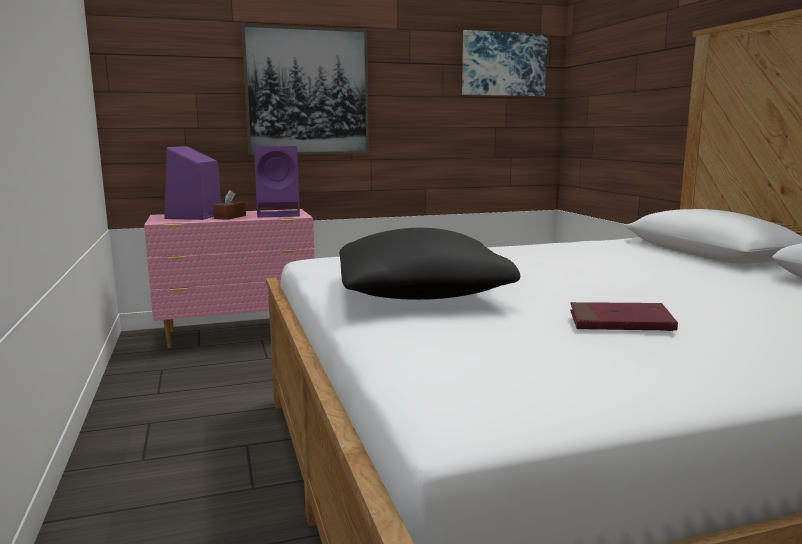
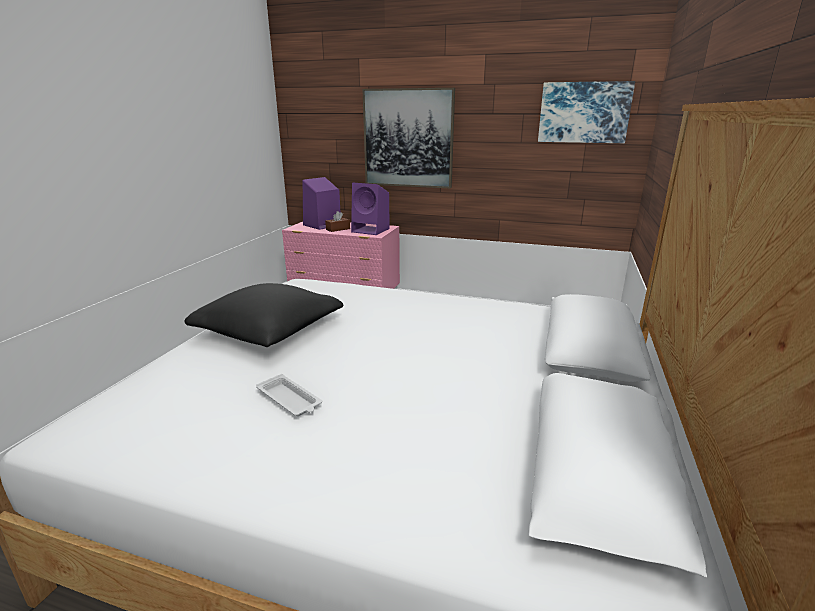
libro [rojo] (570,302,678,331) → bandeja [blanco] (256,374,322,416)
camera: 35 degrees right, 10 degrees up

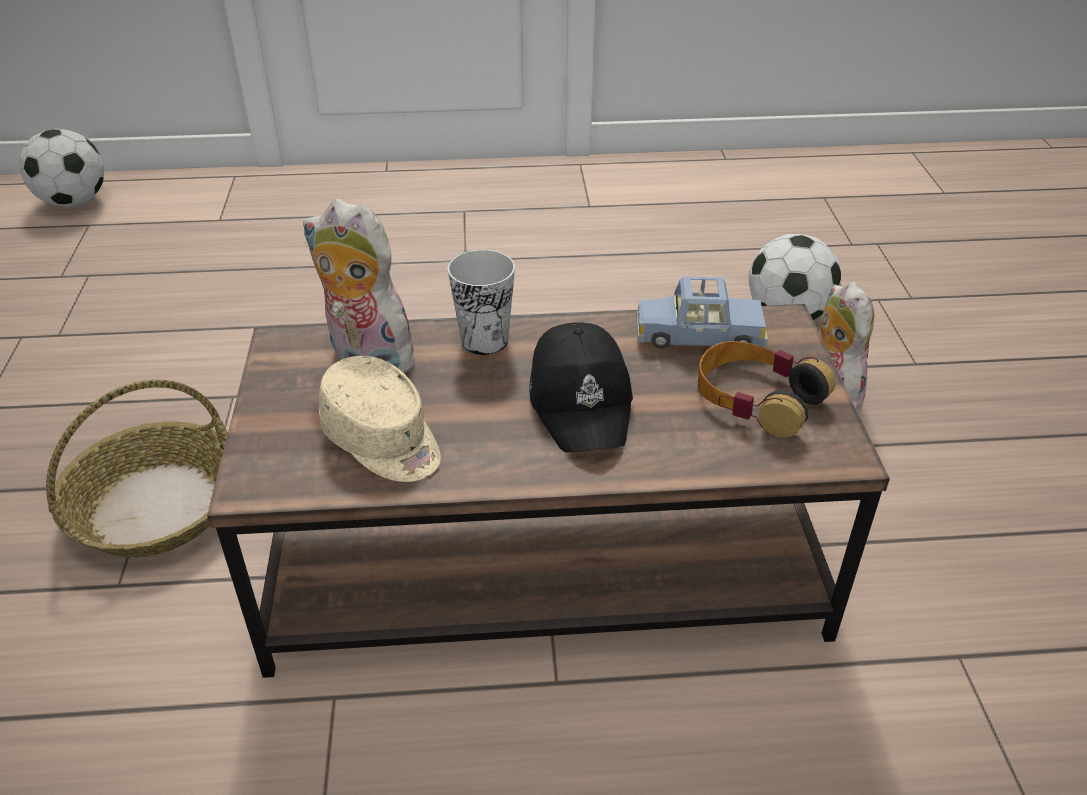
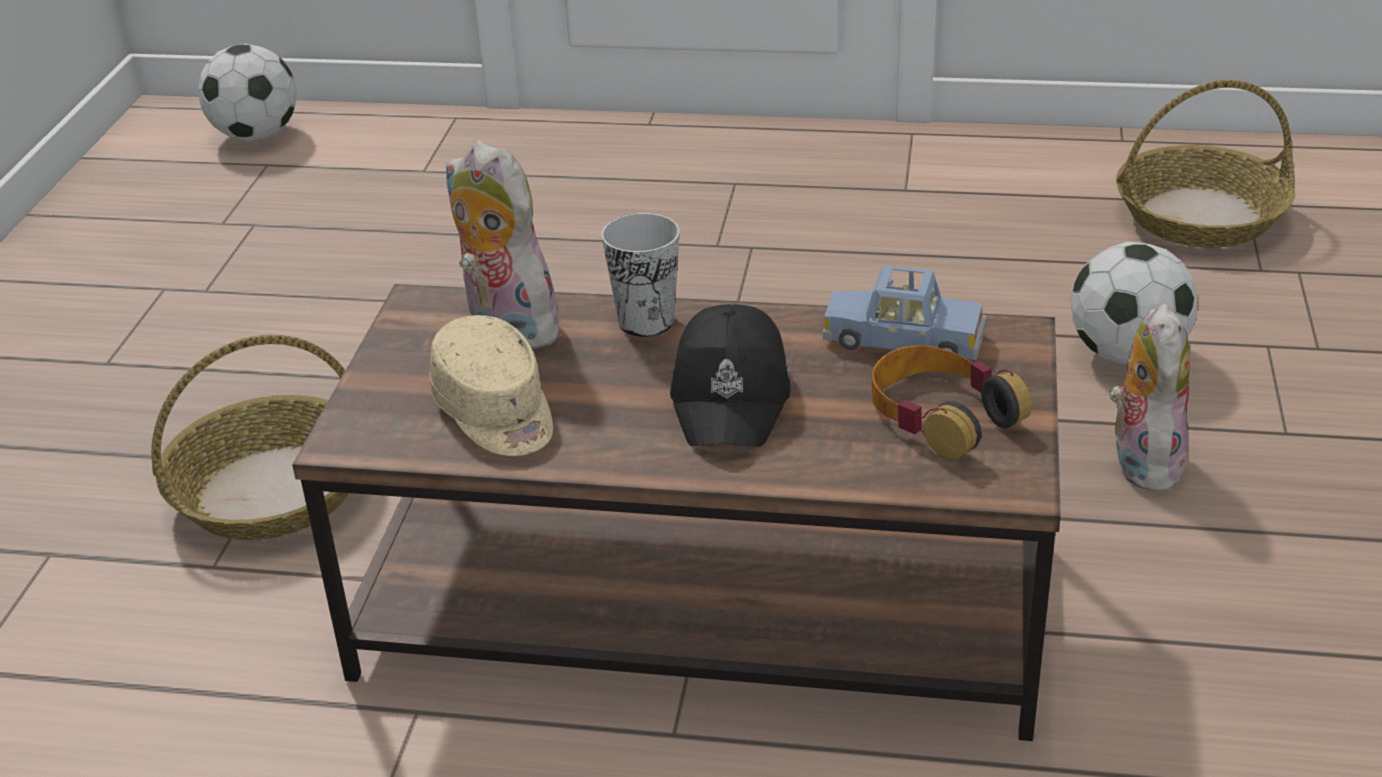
- → cesta (1116,80,1295,248)
camera: 15 degrees right, 5 degrees down

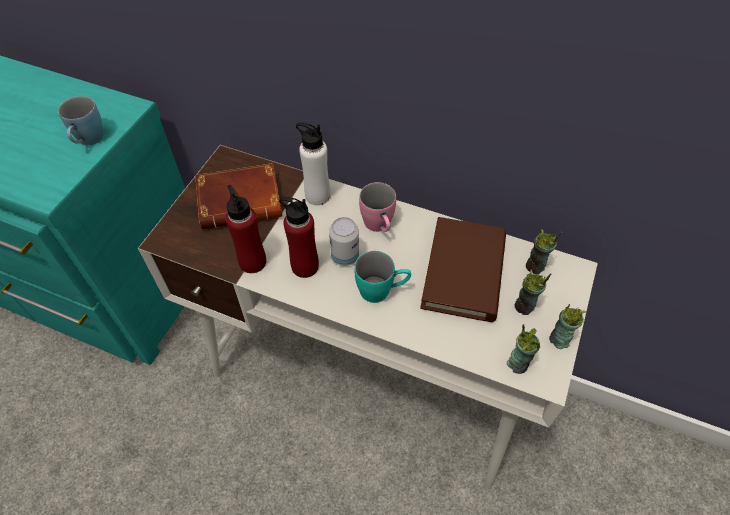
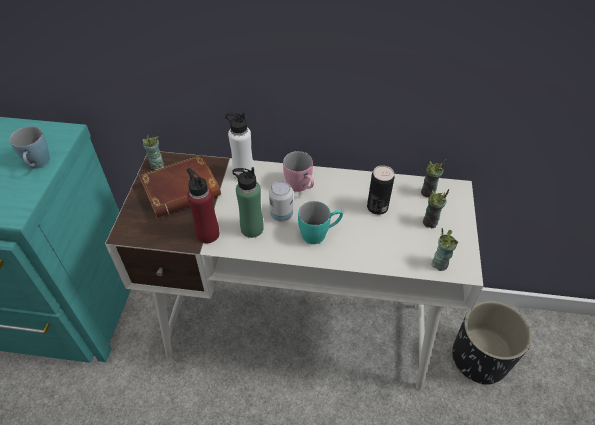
taza (549,304,586,349) → taza (142,135,164,170), relocated
botella [rojo] (279,196,319,278) → botella [verde] (232,167,264,238)
libro [marrón] (420,217,506,322) → lata (367,165,395,215)
- → maceta [negro] (452,300,532,385)
camera: 15 degrees left, 5 degrees down

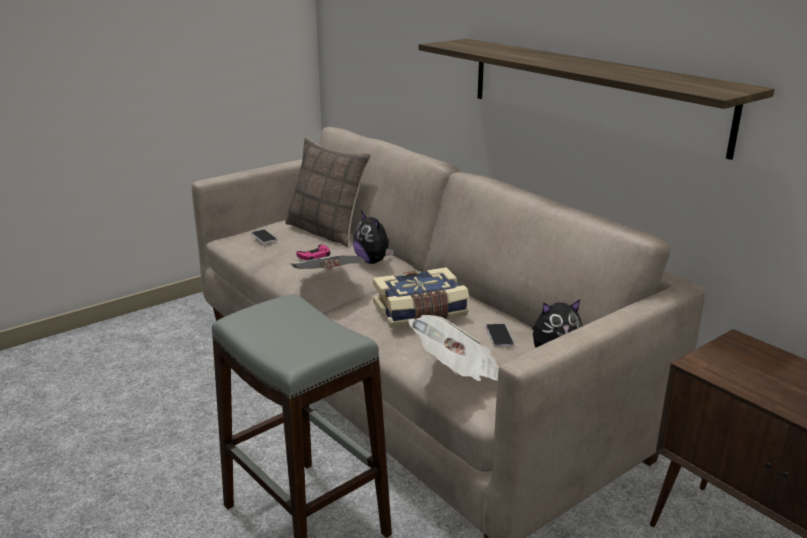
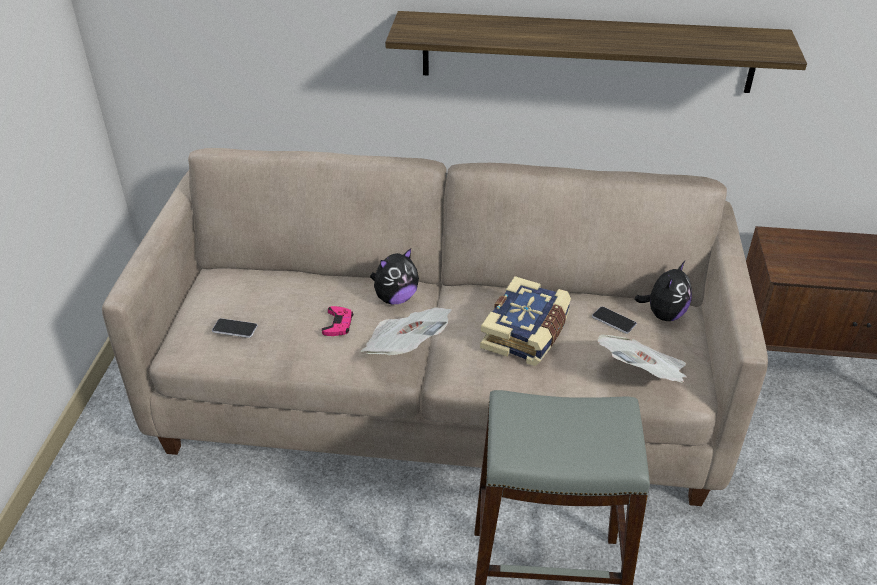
peluche (353,211,394,264) → peluche (370,248,419,304), 45 degrees counterclockwise
cojín (285,137,371,247) → -
camera: 45 degrees left, 15 degrees up

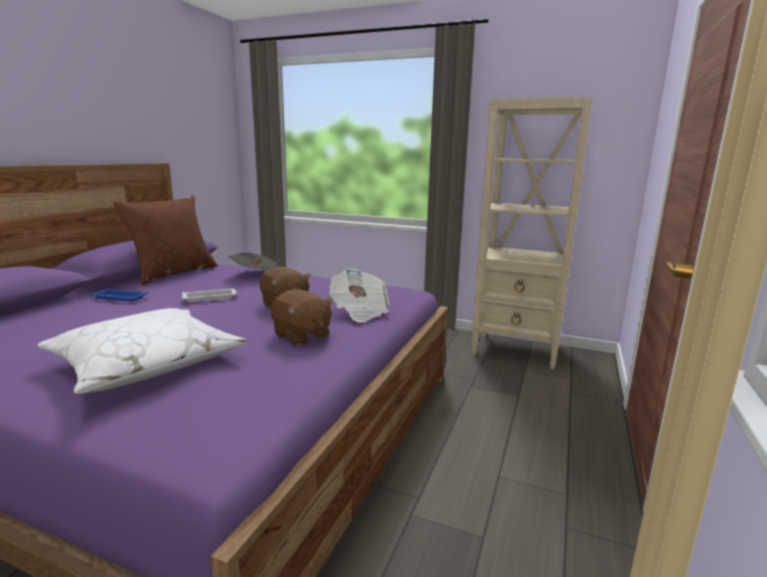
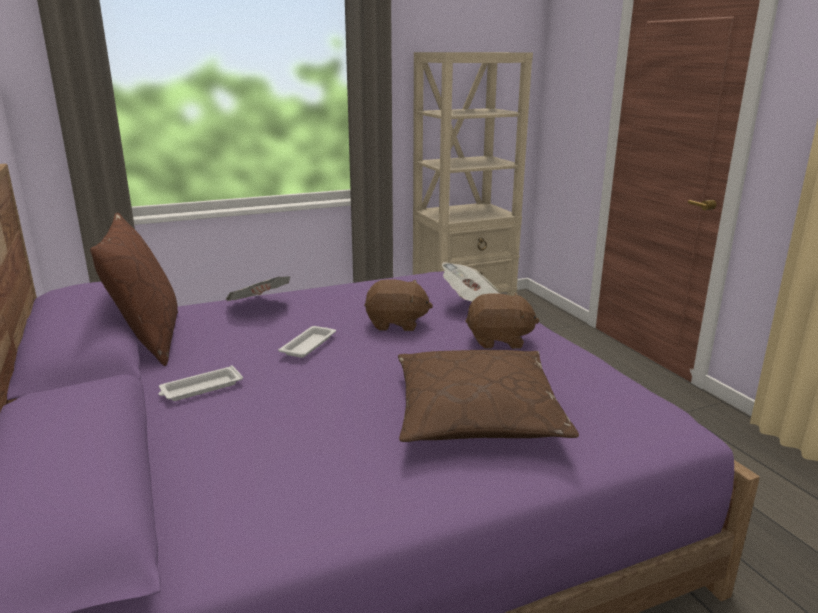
bandeja [azul] (91,289,148,302) → bandeja [blanco] (158,365,243,401)
cojín [blanco] (37,308,247,394) → cojín [marrón] (398,350,579,442)
camera: 45 degrees left, 5 degrees up

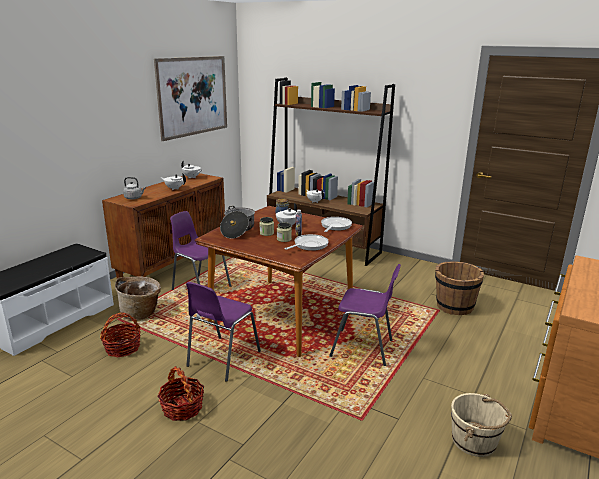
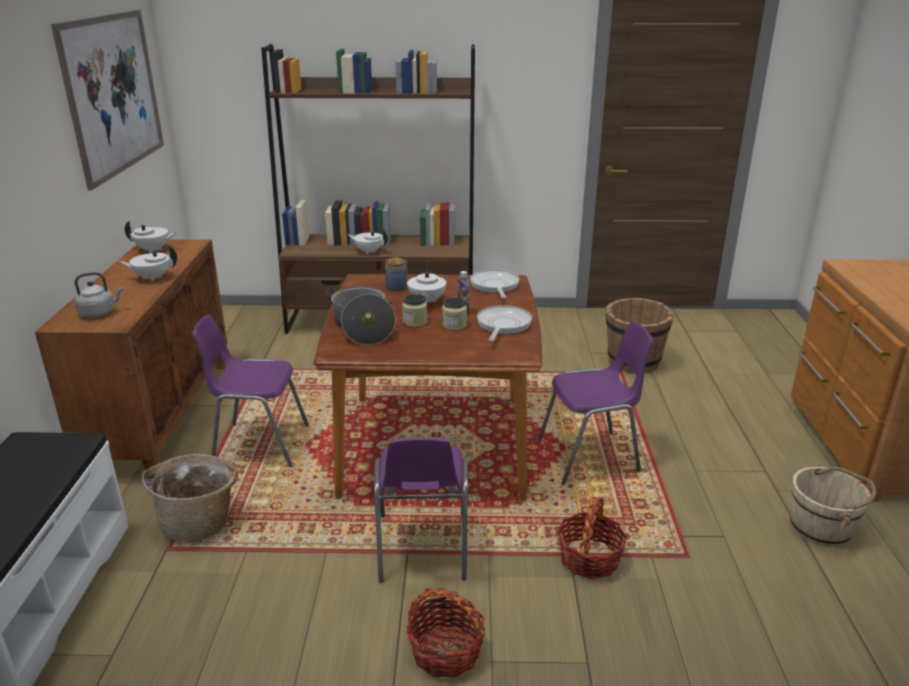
cesta (100,312,141,357) → cesta (557,497,627,579), relocated
camera: 30 degrees left, 5 degrees up

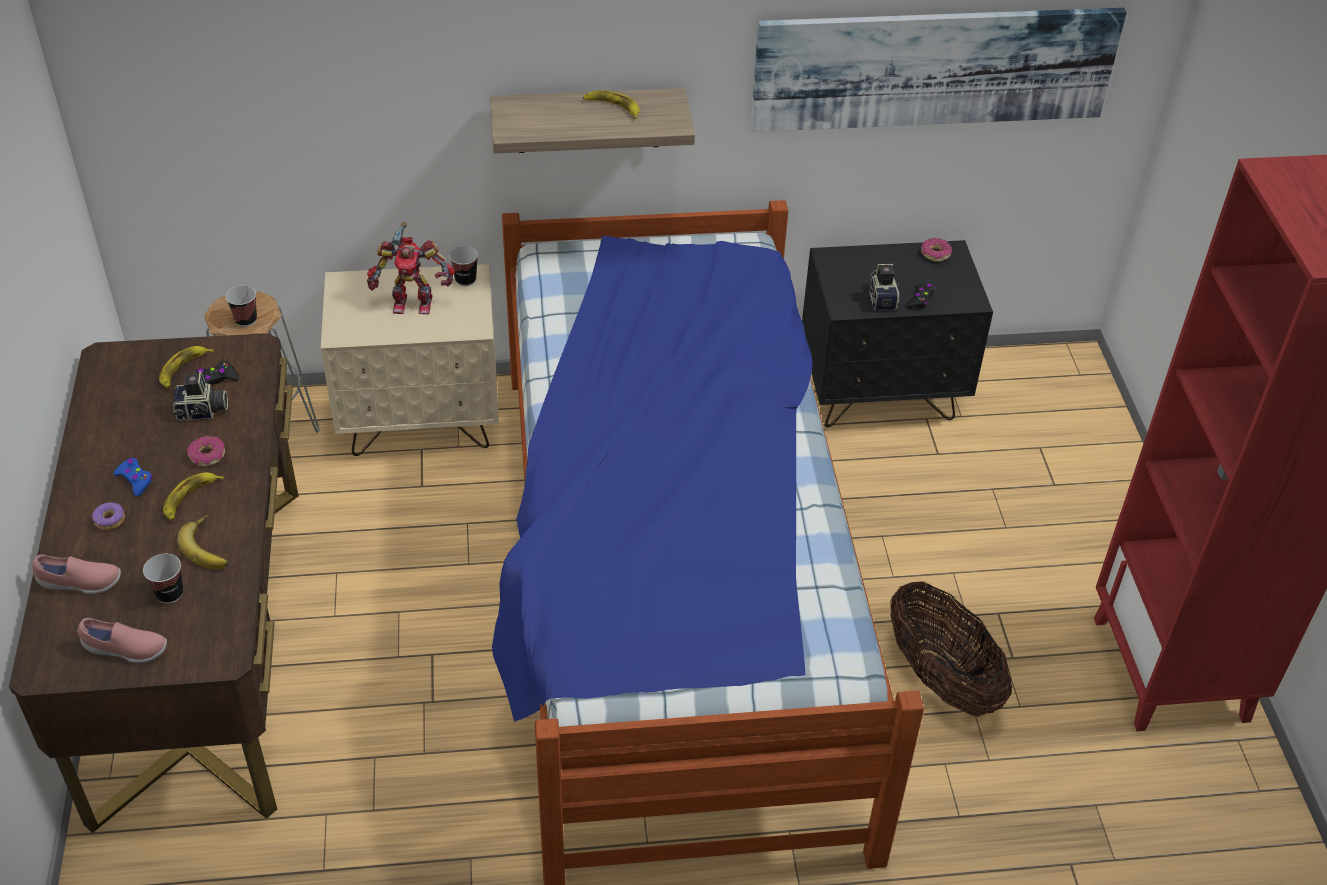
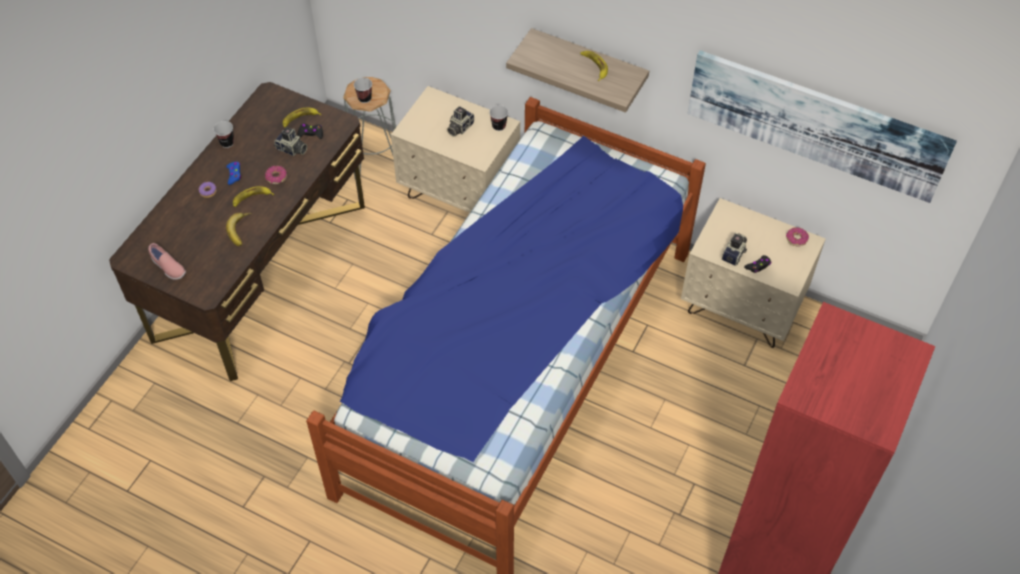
taza (143,554,183,604) → taza (213,121,234,148), relocated
robot de juguete (367,222,455,314) → cámara (447,106,474,137)
mesita de noche [negro] (802,240,993,427) → mesita de noche [beis] (681,198,826,348)
zapato [rosa] (32,555,121,594) → -
cesta (890,581,1012,717) → -
camera: 35 degrees right, 10 degrees up

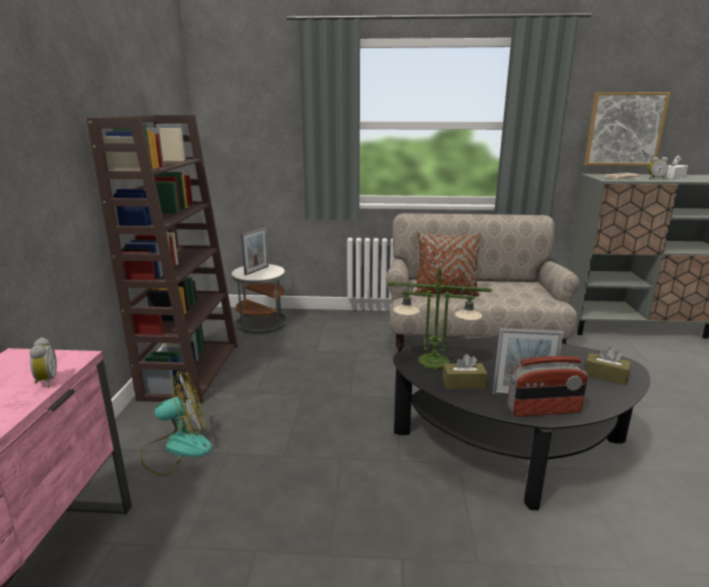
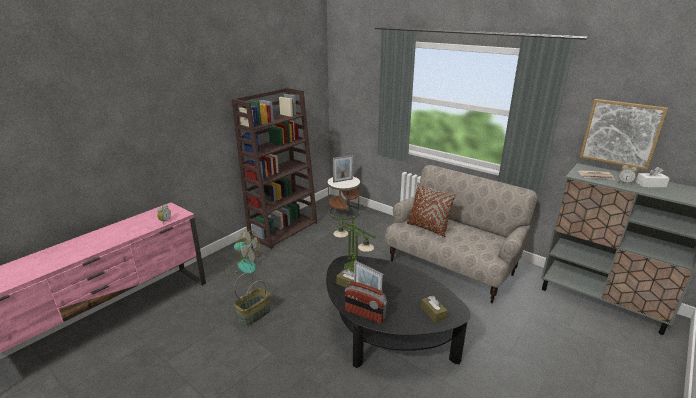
- → cesta (234,273,271,326)
camera: 35 degrees right, 5 degrees up

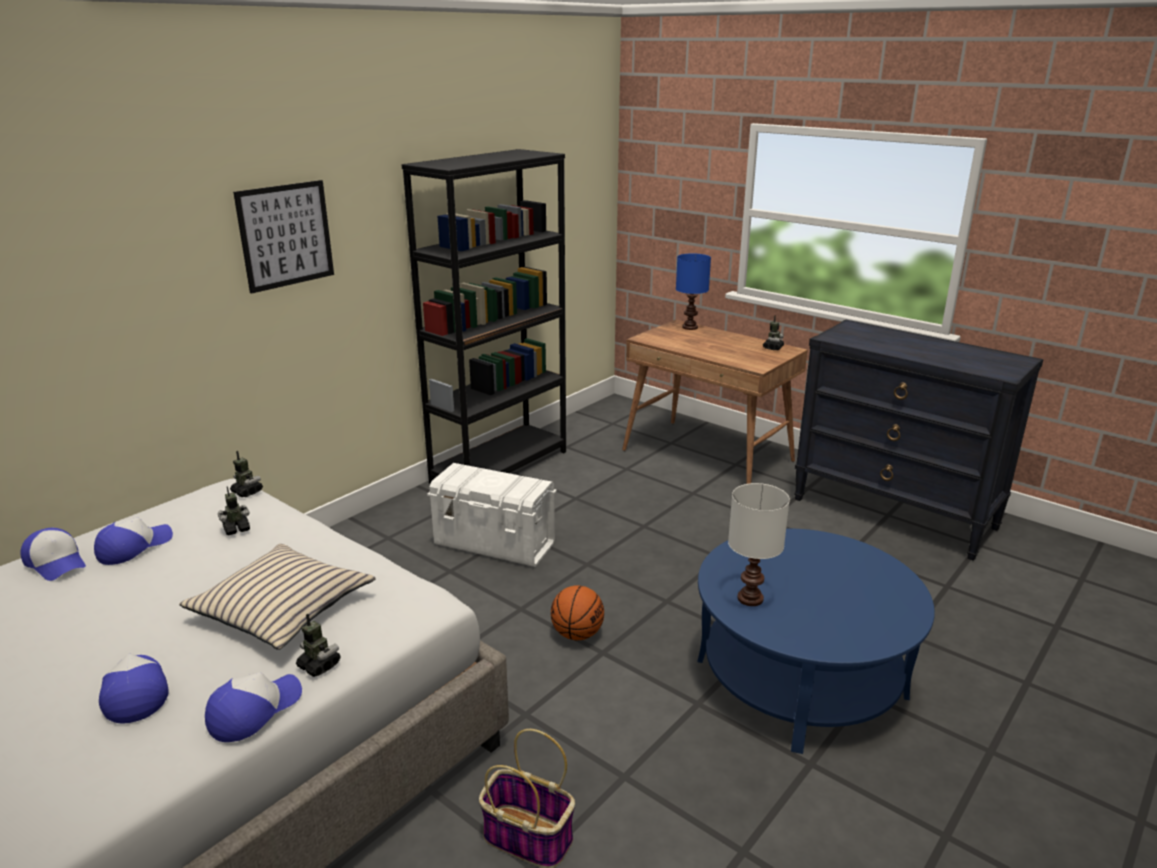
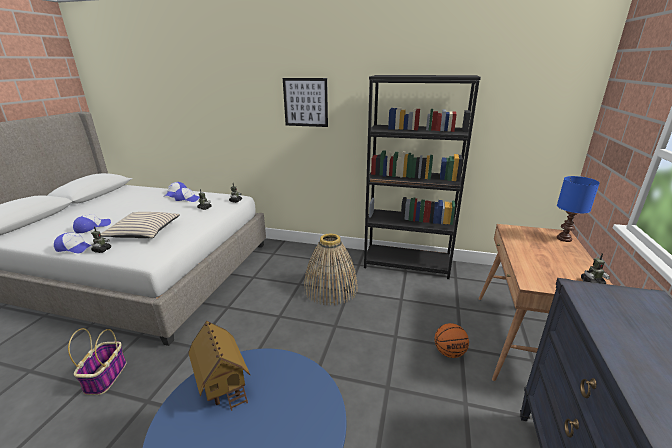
lámpara de mesa [blanco] (728,483,790,606) → casita (188,320,251,411)
caja de almacenaje [blanco] (427,463,557,567) → cesta (304,234,358,306)
balón de baloncesto (551,585,604,640) → balón de baloncesto (435,323,469,358), relocated
camera: 65 degrees right, 0 degrees up

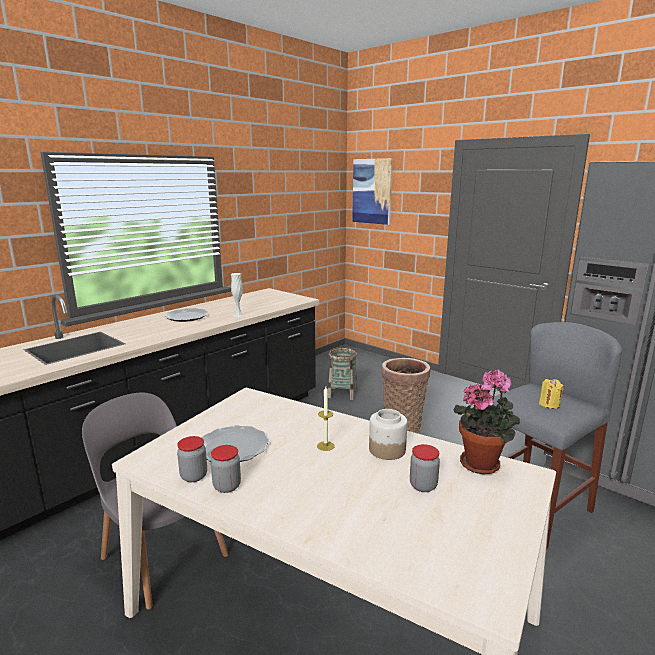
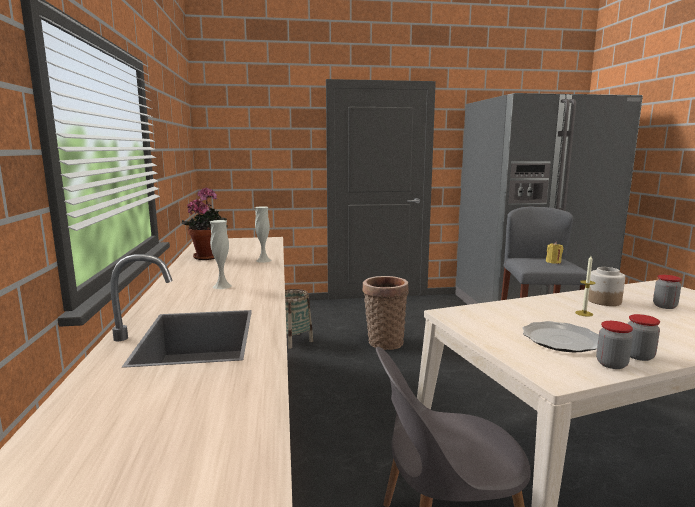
planta en maceta (453,369,520,474) → planta en maceta (182,187,227,260), relocated
- → florero [blanco] (210,220,232,289)
plato (164,308,208,322) → -
cuadro (352,158,393,225) → -
camera: 50 degrees left, 5 degrees down

